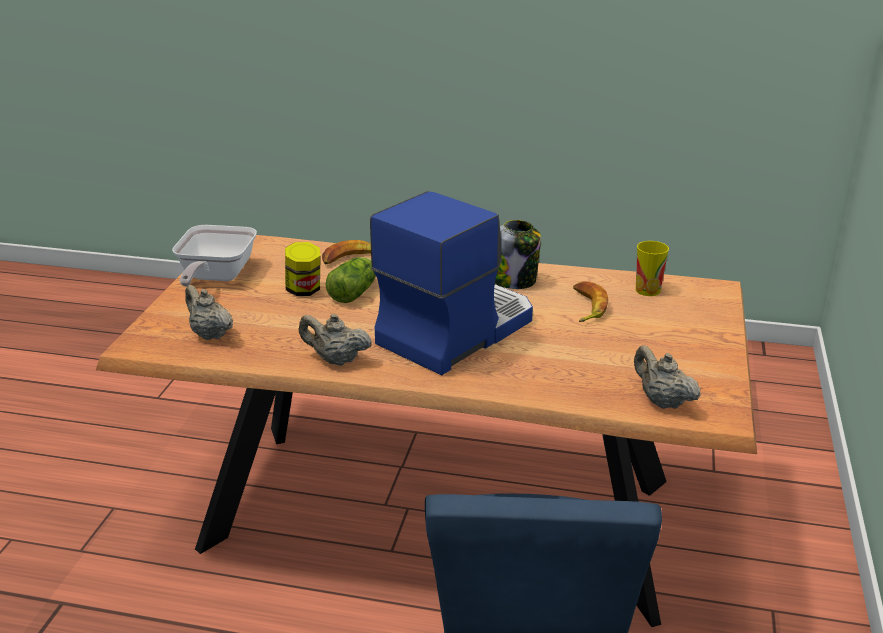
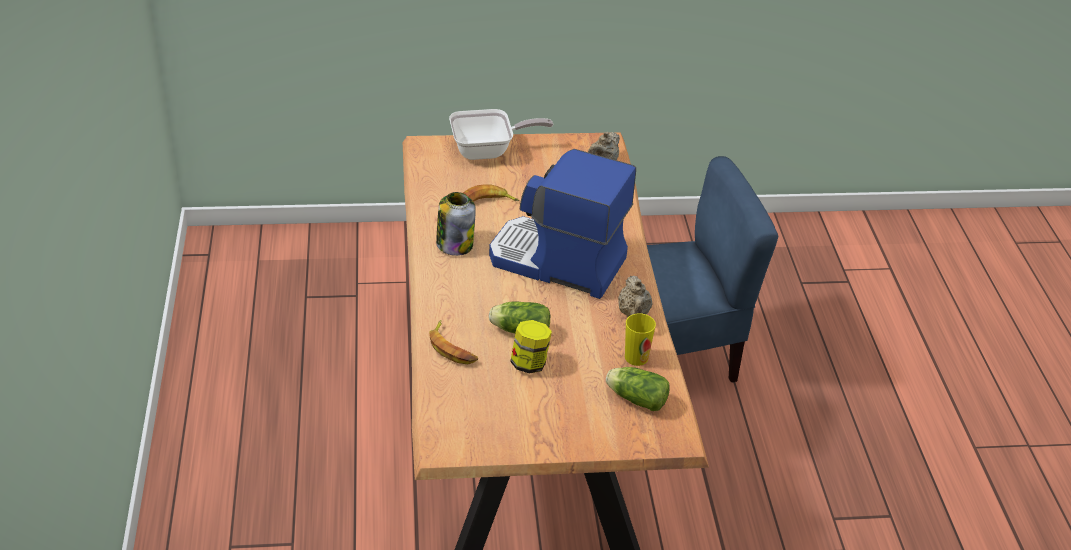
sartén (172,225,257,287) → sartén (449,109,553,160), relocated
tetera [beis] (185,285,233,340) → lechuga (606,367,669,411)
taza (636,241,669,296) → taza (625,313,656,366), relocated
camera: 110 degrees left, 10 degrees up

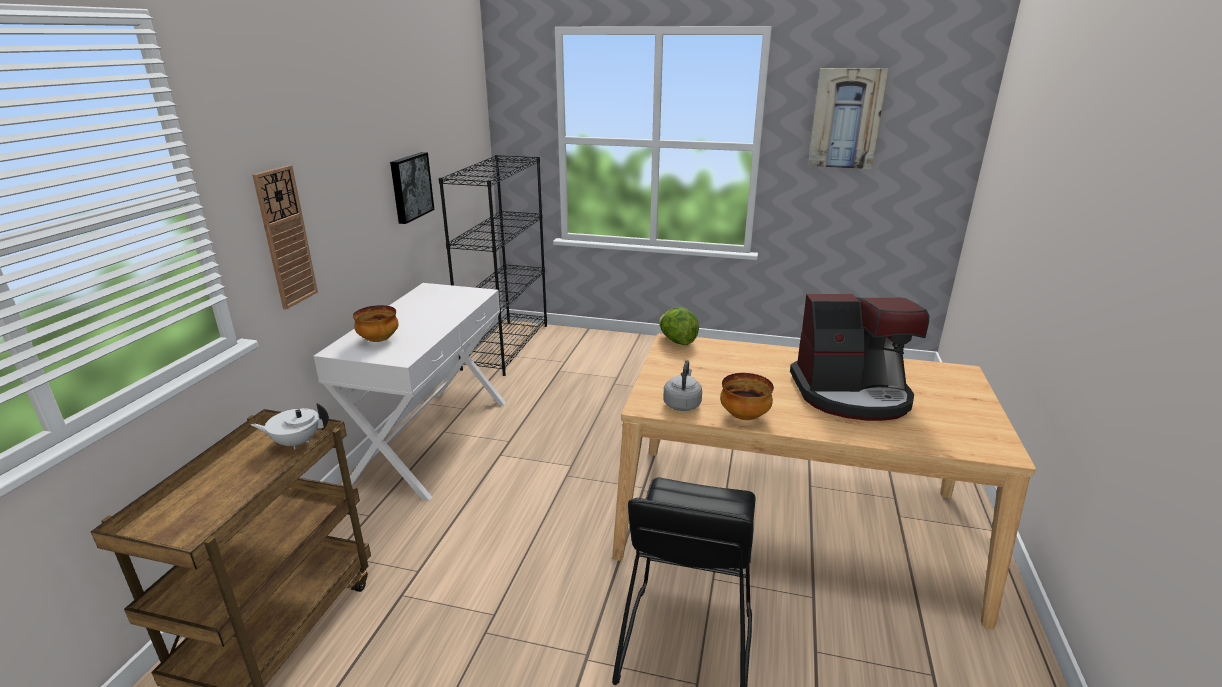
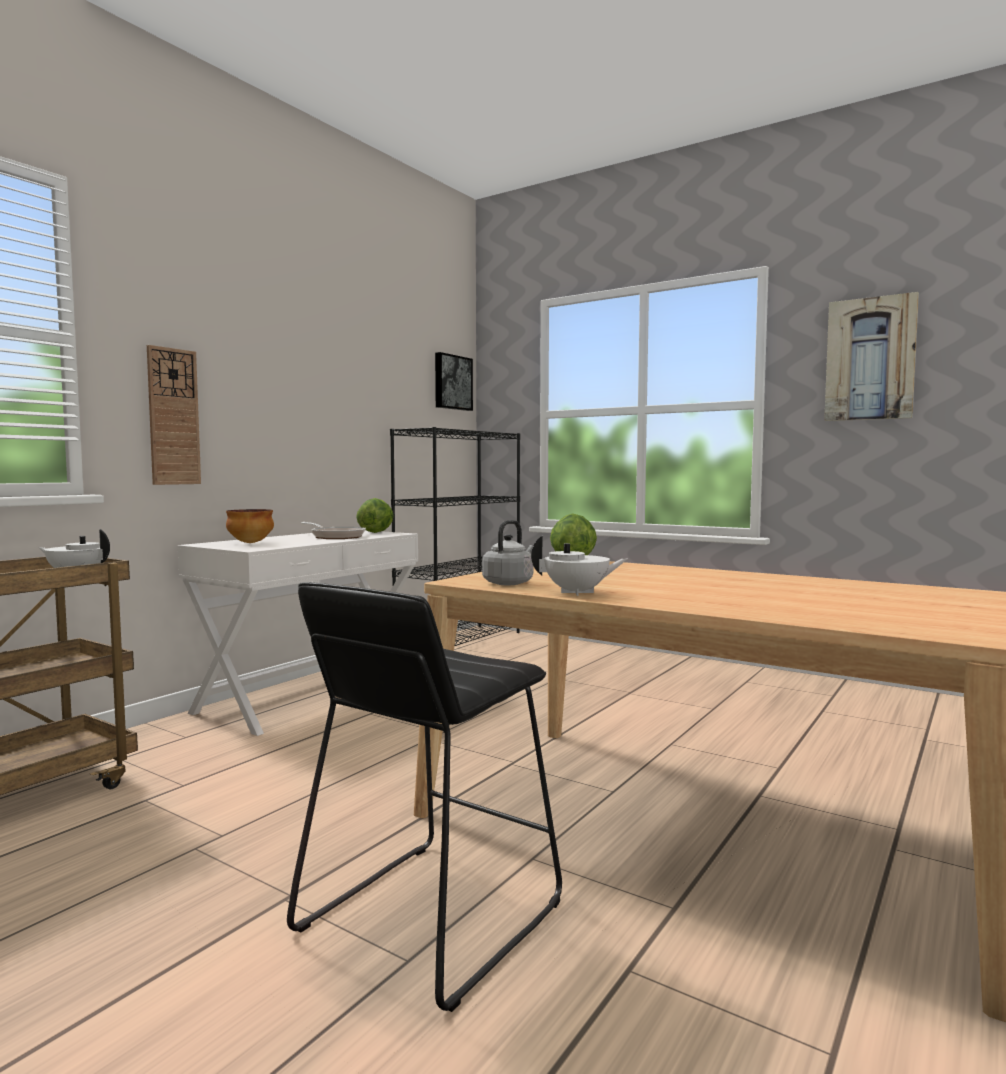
- → sartén (301,522,366,539)
- → lechuga (356,498,394,533)
cuadro (390,152,434,224) → cuadro (435,352,473,411), relocated
cuenco (720,373,774,420) → tetera [blanco] (531,536,627,596)
cafetera (790,294,929,421) → -
camera: 20 degrees right, 20 degrees down

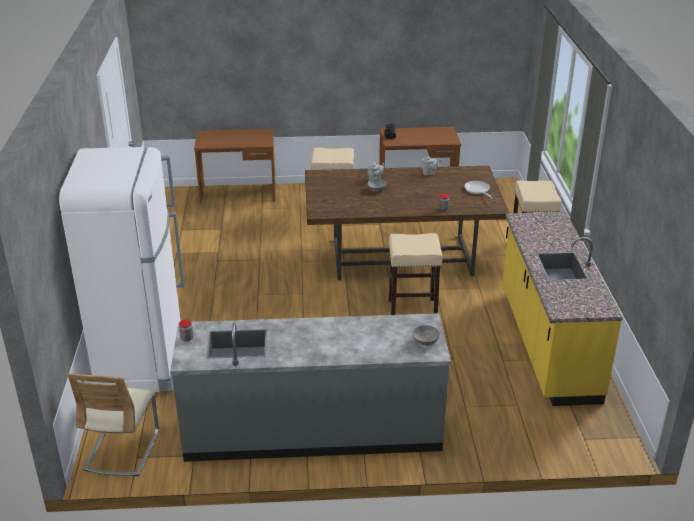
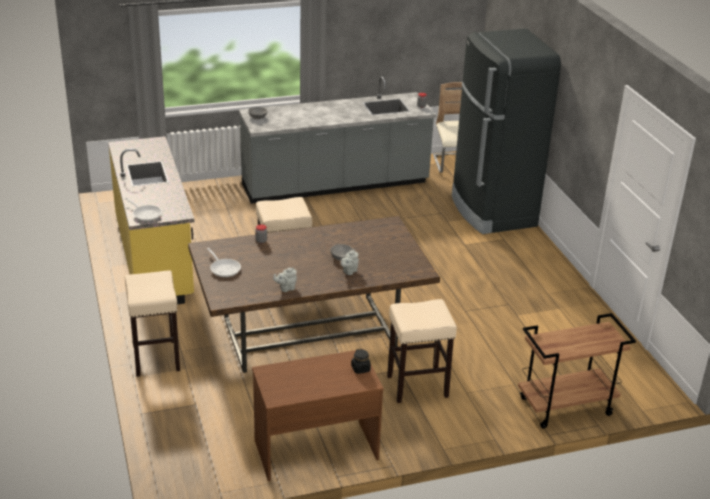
- → sartén (124,198,162,221)
nevera [blanco] (59,147,185,392) → nevera [negro] (452,28,561,234)
escritorio [marrón] (194,129,276,203) → carrito [marrón] (518,313,636,428)
camera: 165 degrees right, 0 degrees up

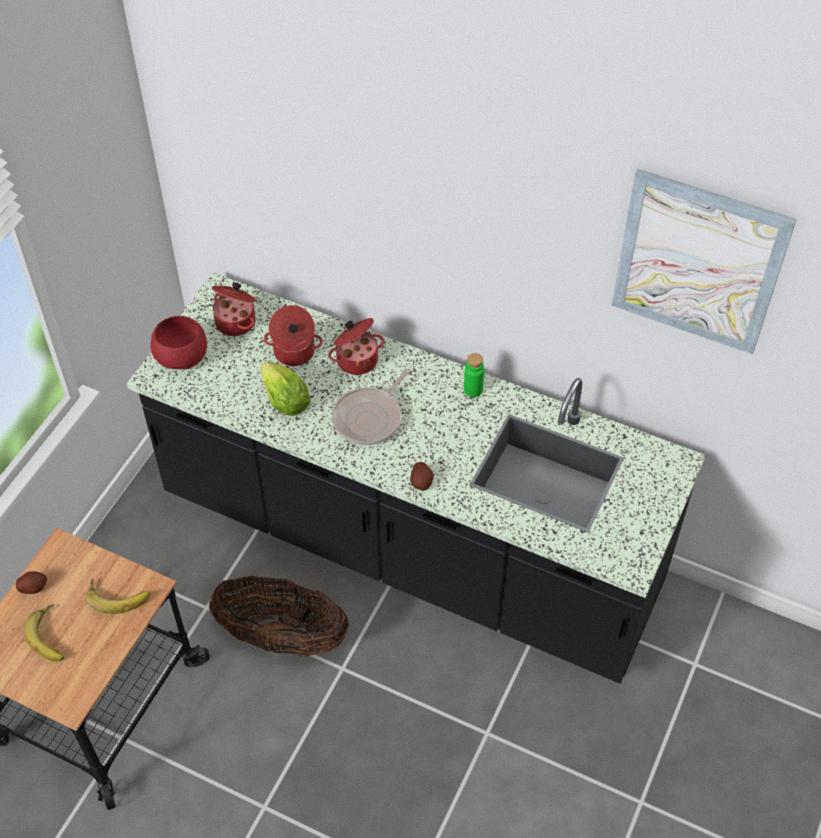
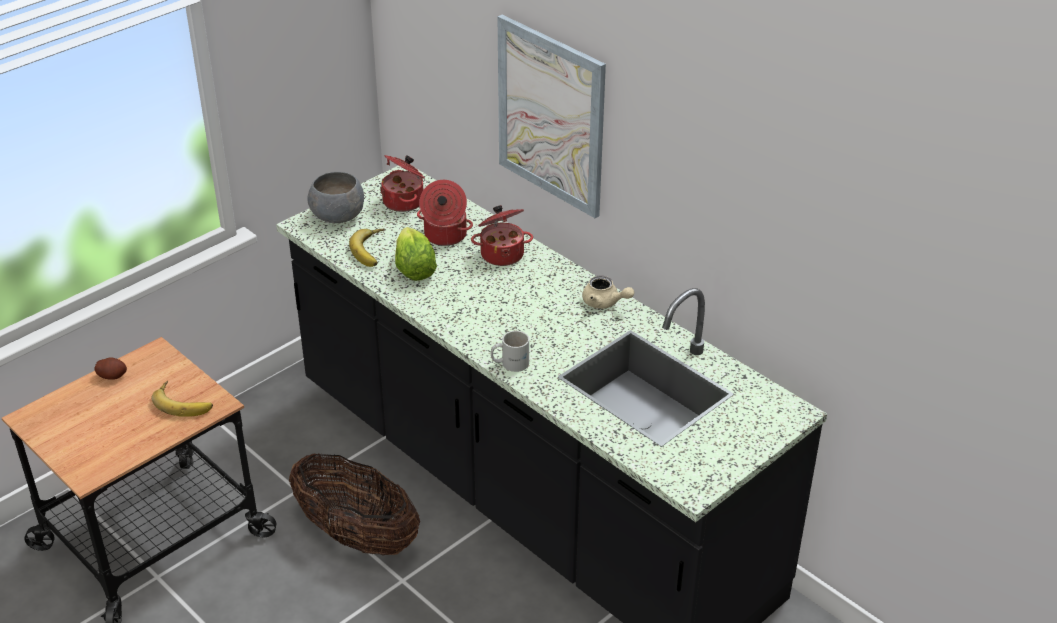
cuenco [rojo] (151,316,207,369) → cuenco [gris] (307,172,364,223)
plátano (23,604,64,661) → plátano (349,229,384,267), relocated
patata (410,462,434,491) → taza grande [blanco] (491,331,529,372)
cuadro (611,169,796,354) → cuadro (498,15,606,218), relocated
botella [verde] (464,353,484,397) → tetera [beis] (582,276,634,309)
sartén (332,368,411,445) → -
camera: 20 degrees right, 15 degrees down

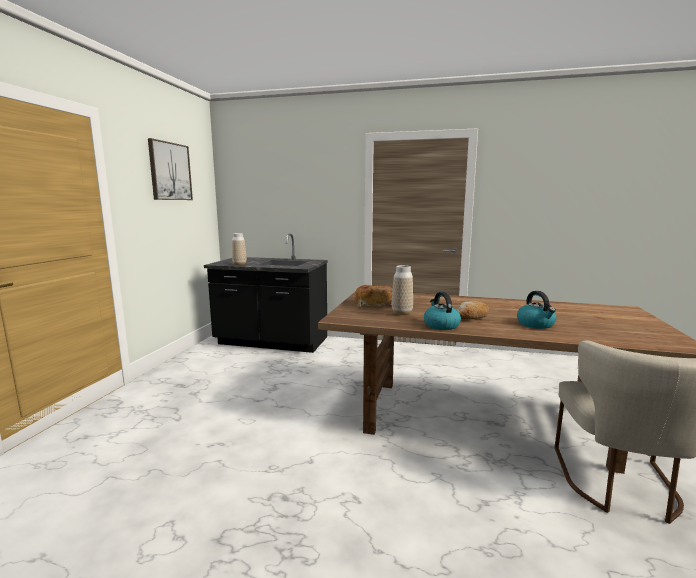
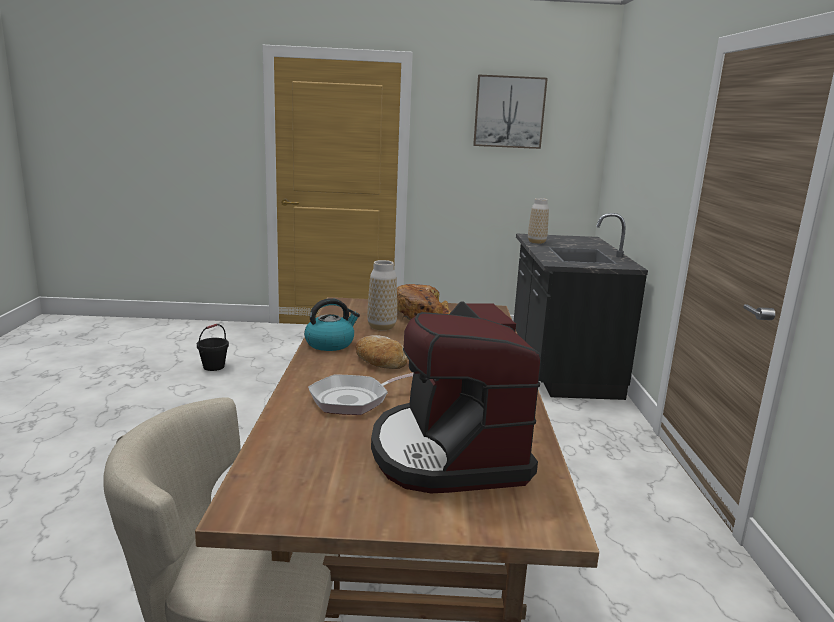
- → cubo [negro] (197,324,229,371)
hervidor (517,291,556,329) → sartén (308,373,413,415)
- → cafetera (371,302,541,493)
camera: 75 degrees right, 5 degrees up

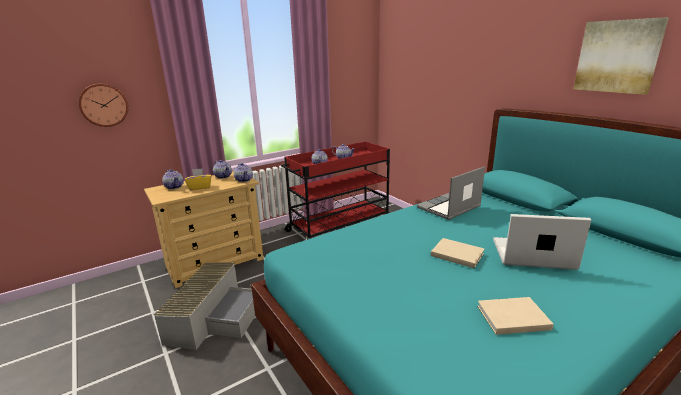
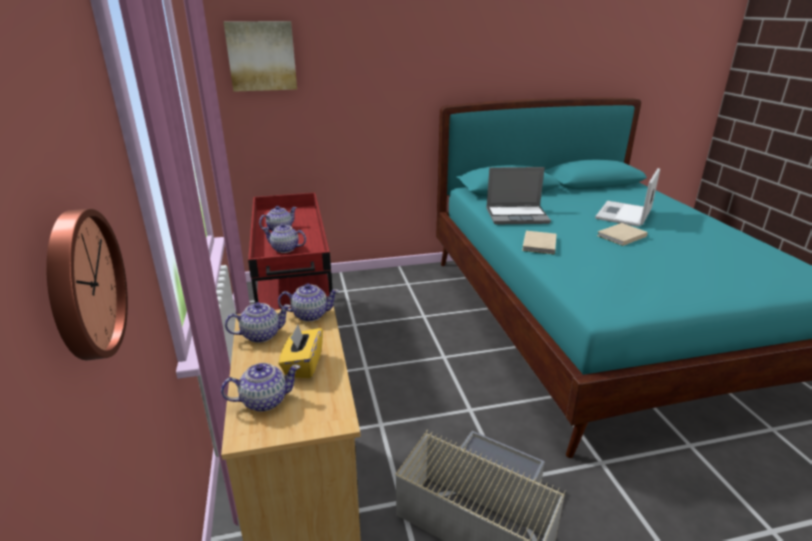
cuadro (573,17,669,95) → cuadro (224,21,297,92), relocated
portátil (417,166,485,220) → portátil (486,167,551,225), 75 degrees counterclockwise
libro [beis] (477,297,554,335) → libro [beis] (522,231,557,255), relocated
camera: 70 degrees left, 5 degrees up

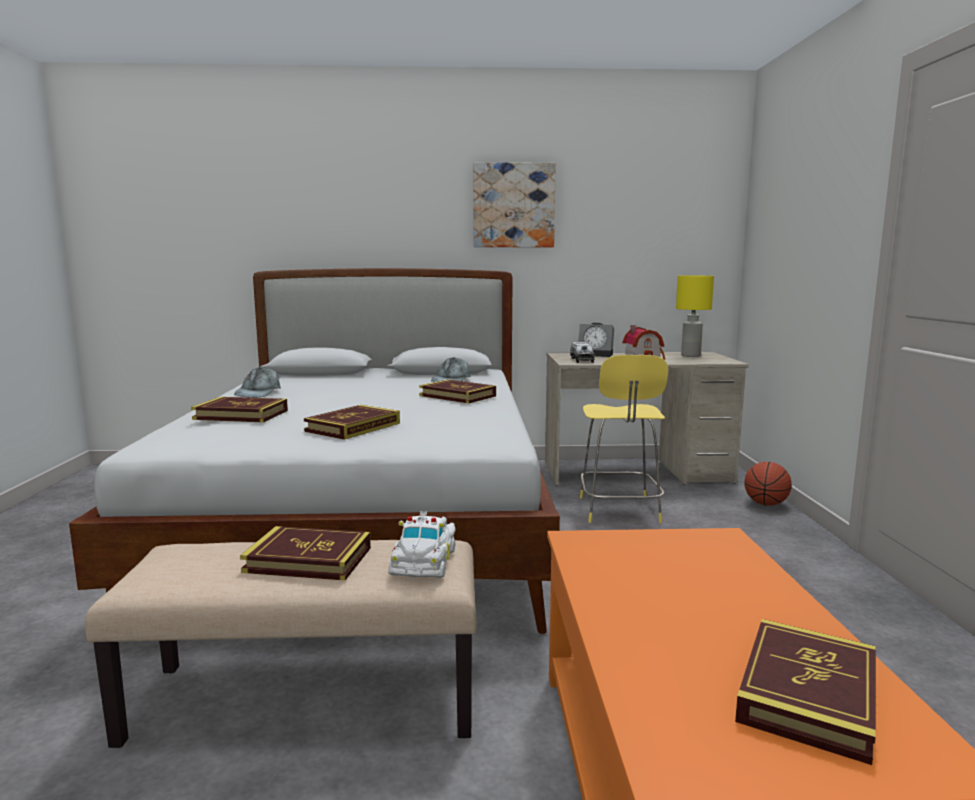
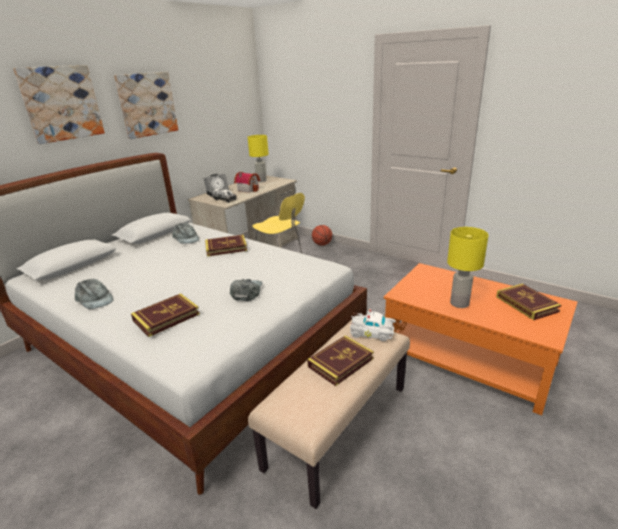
- → cuadro (13,65,105,144)
libro (304,405,400,440) → gorra [gris] (230,279,263,301)
coche de juguete [blanco] (388,511,456,578) → coche de juguete [blanco] (350,309,396,341), 150 degrees clockwise
- → lámpara de mesa [amarillo] (447,227,488,308)
camera: 50 degrees left, 15 degrees up

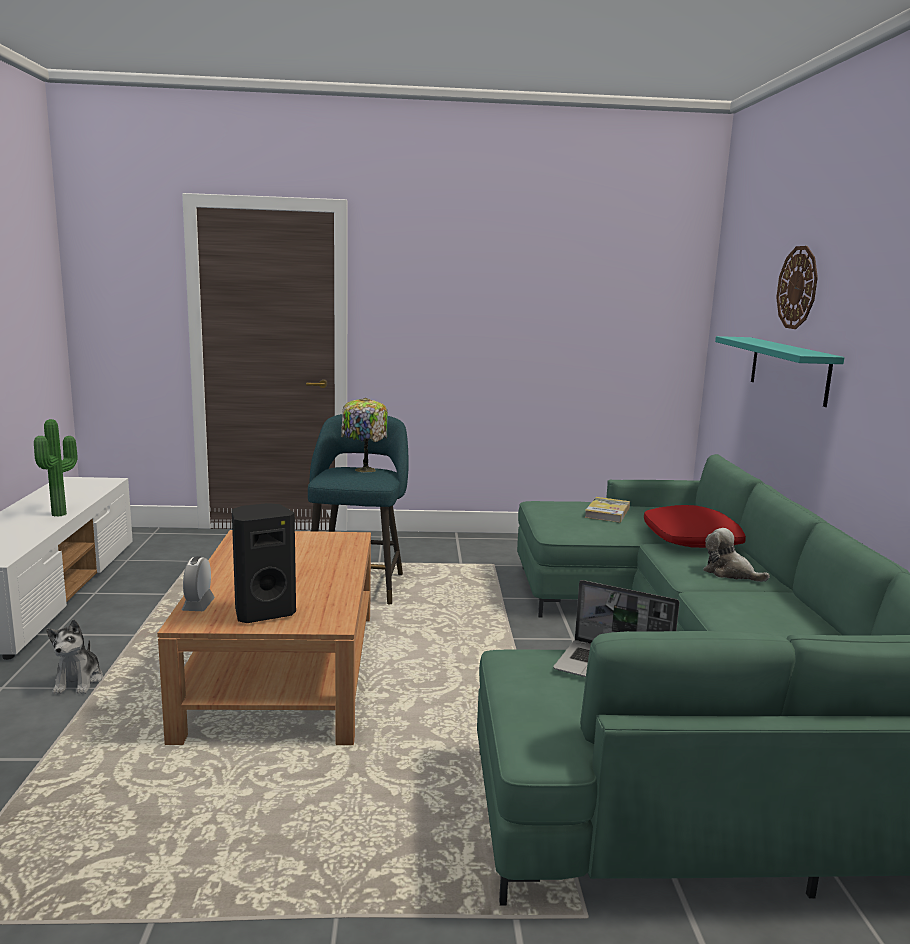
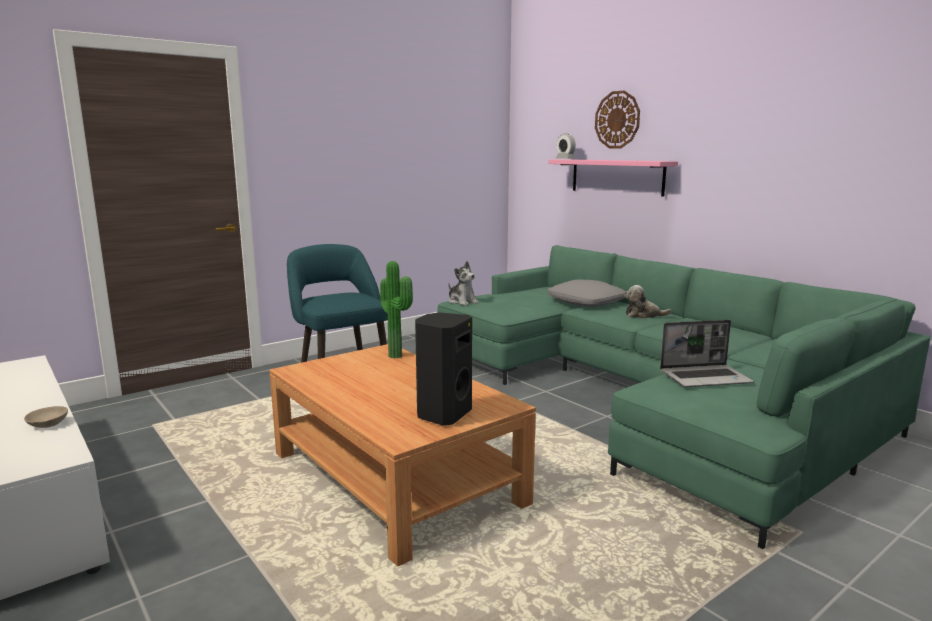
- → cuenco [beis] (24,406,68,428)
planta en maceta (34,419,78,517) → planta en maceta (380,261,413,358), relocated
peluche (46,619,103,694) → peluche (448,261,479,306), relocated
cojín [rojo] (644,505,746,548) → cojín [gris] (548,279,626,307)
estante [turquesa] (715,336,844,407) → estante [rosa] (549,159,678,197)
despertador (182,556,215,611) → despertador (556,134,576,159), relocated
lámpara de mesa (341,398,388,472) → -
libro (584,497,630,523) → -
camera: 35 degrees left, 0 degrees up

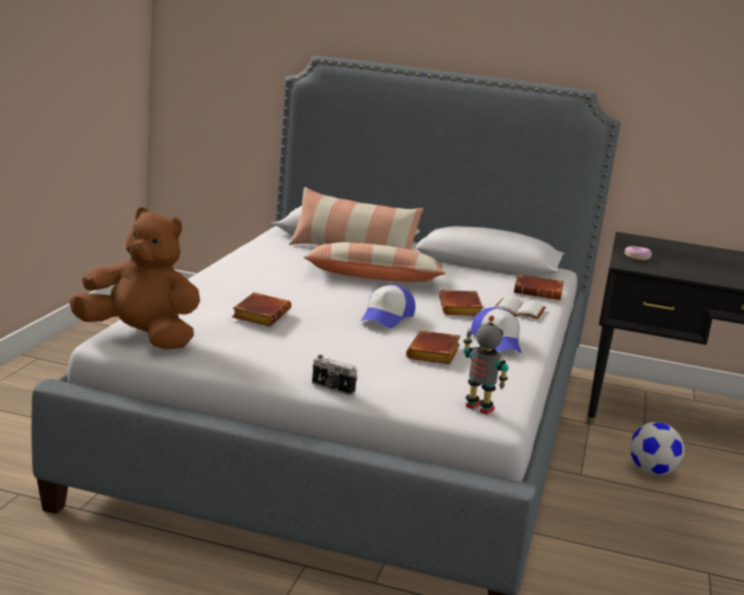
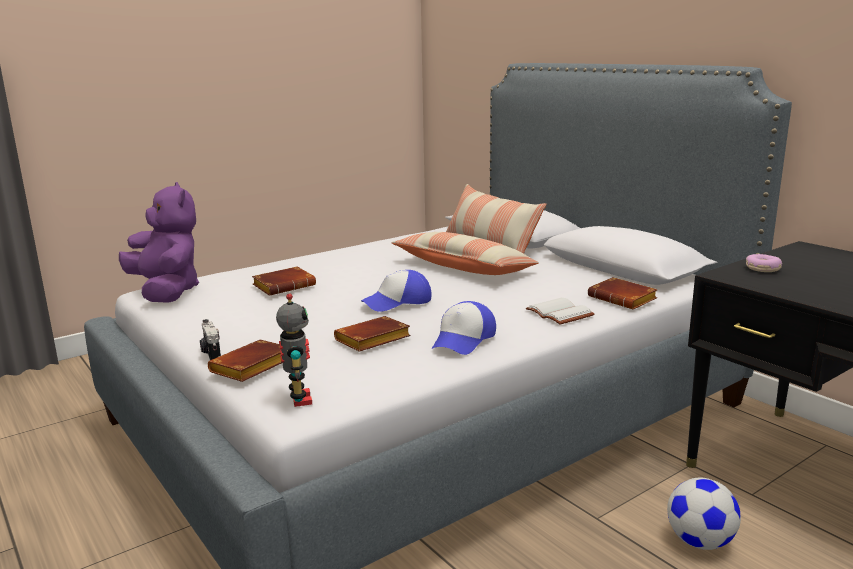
peluche [marrón] (69,207,200,350) → peluche [morado] (119,182,199,303)
libro [marrón] (439,290,483,316) → libro [marrón] (208,339,281,382), relocated
camera: 40 degrees right, 0 degrees up

